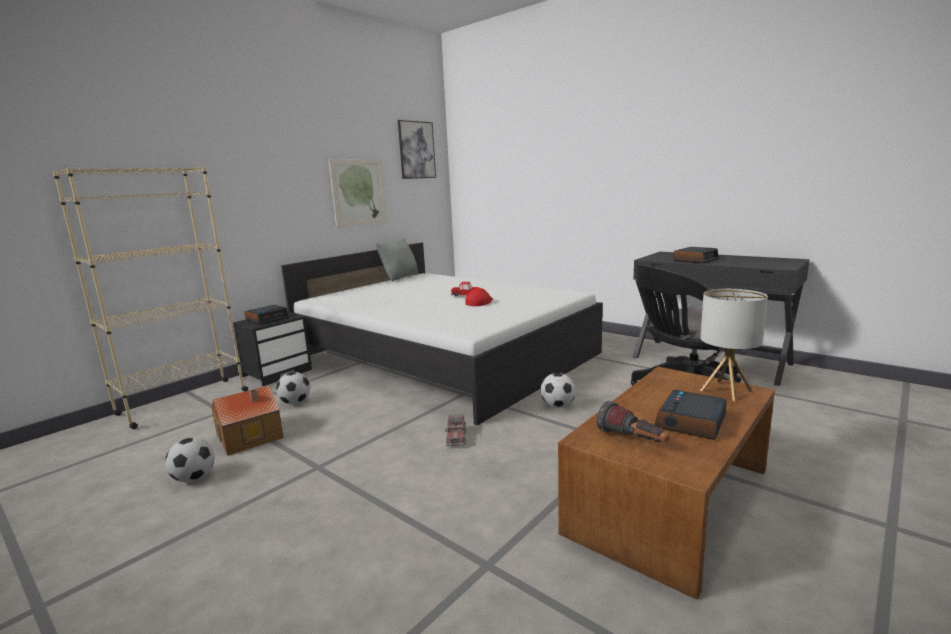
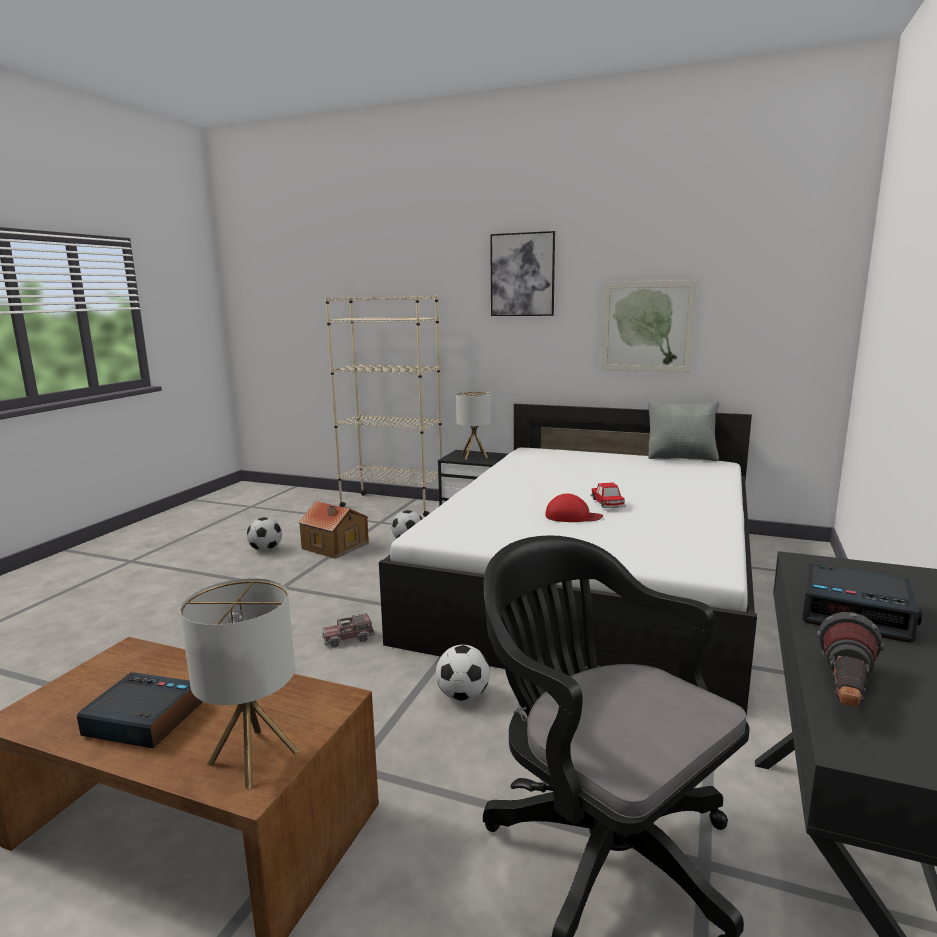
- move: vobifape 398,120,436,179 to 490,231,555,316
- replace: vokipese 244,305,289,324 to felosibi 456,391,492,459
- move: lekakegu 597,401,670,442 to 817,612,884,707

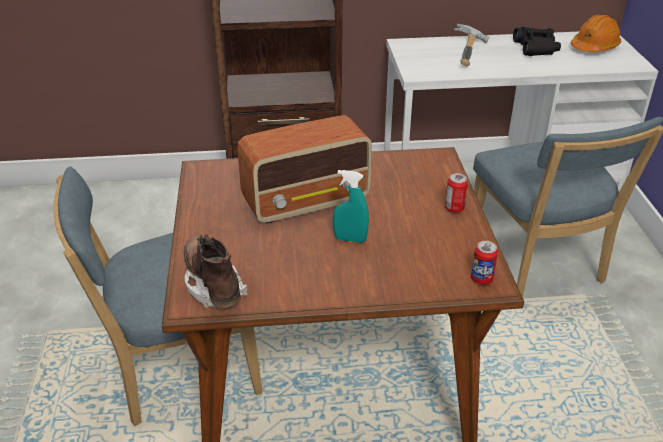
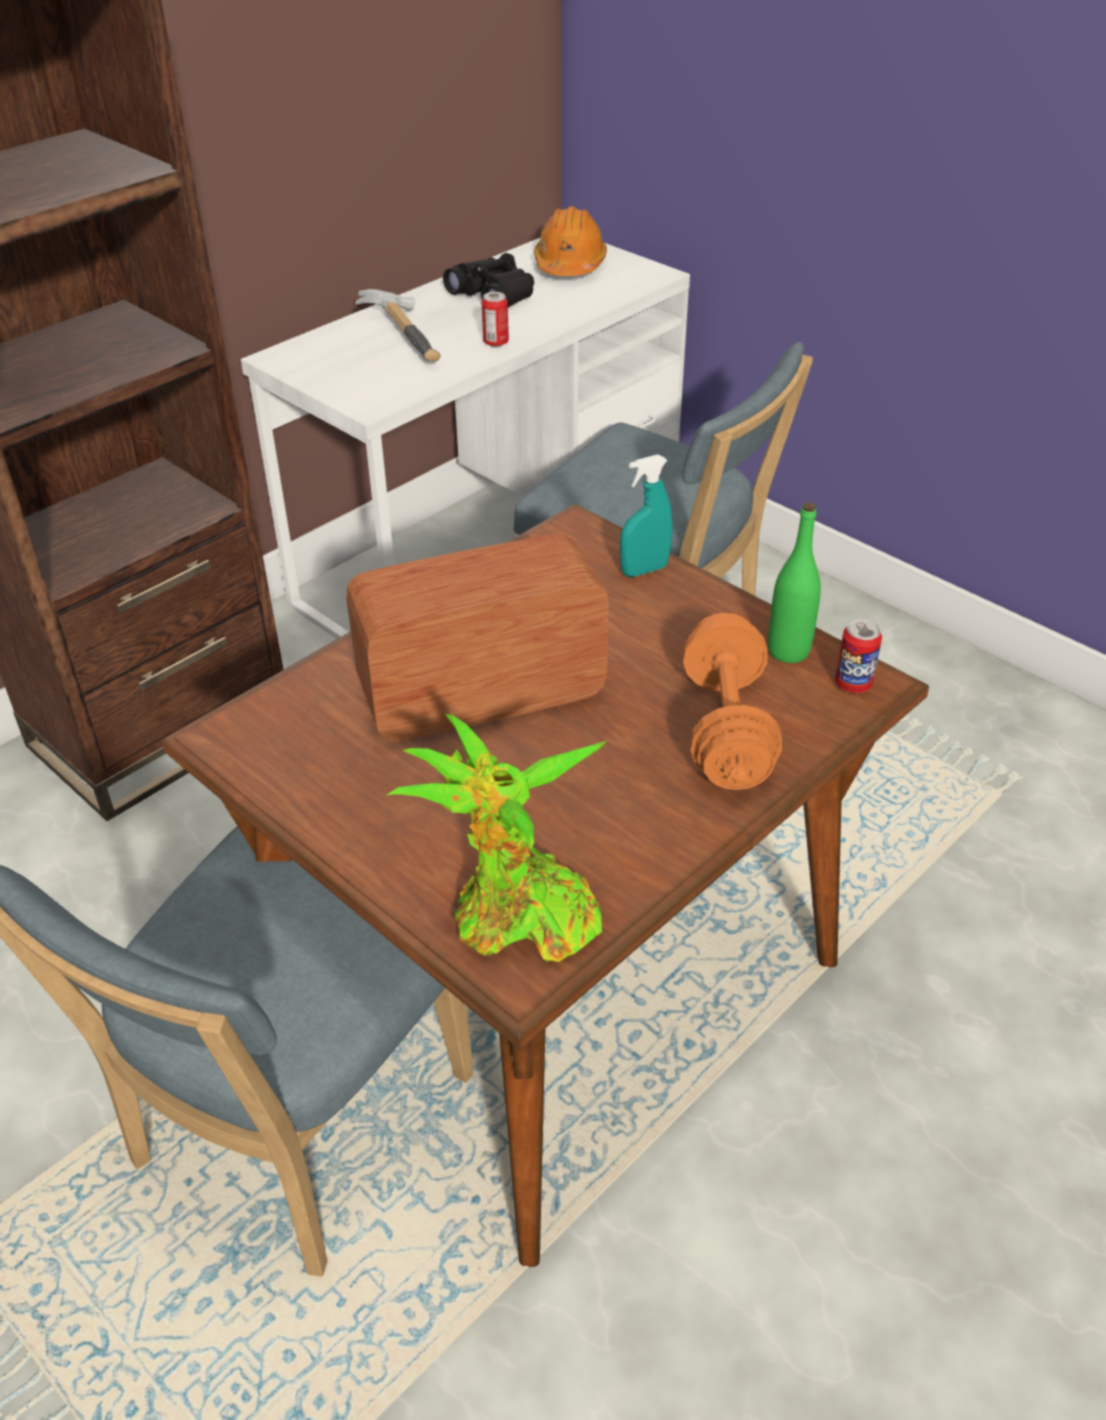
- rotate: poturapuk 237,115,372,224 = 346,534,609,742 135 degrees counterclockwise
- move: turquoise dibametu 333,170,369,243 to 620,454,672,577
- move: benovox 445,173,468,213 to 482,292,509,347
- replace: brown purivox 184,234,248,308 to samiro 387,714,606,962
- insert: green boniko 768,503,821,663
- insert: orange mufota 683,613,782,790

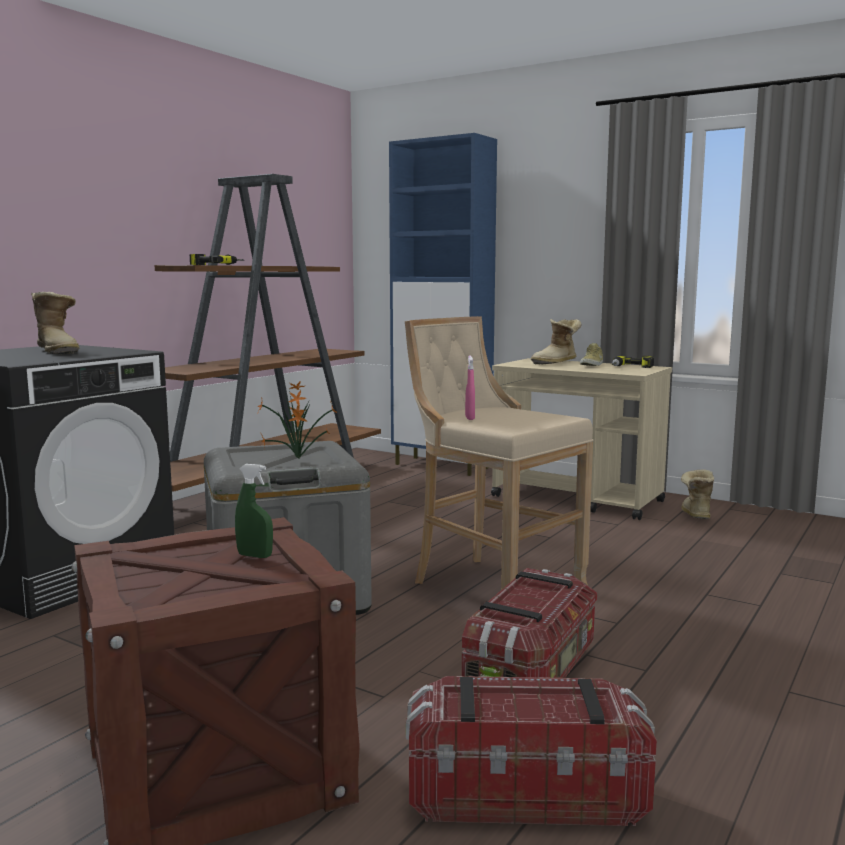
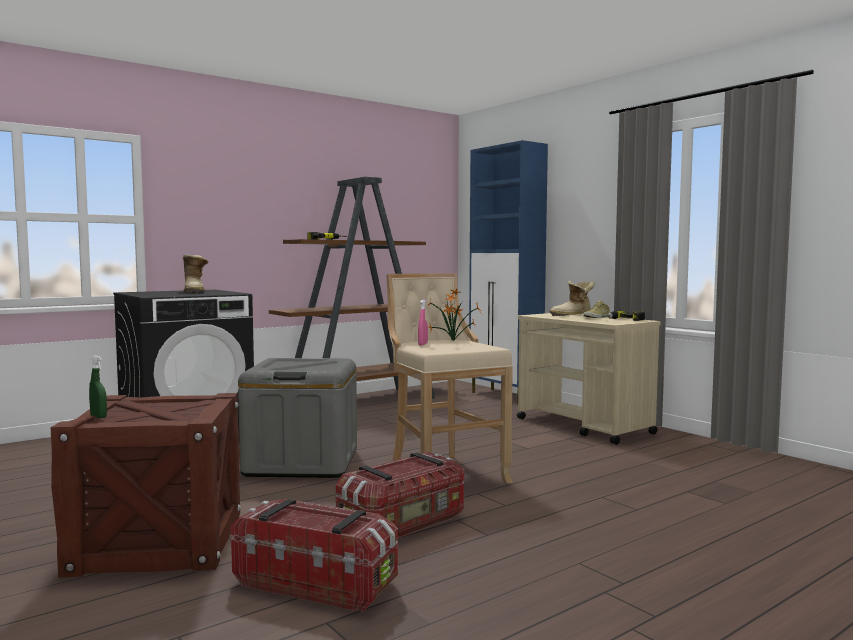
- move: samiro 258,382,337,458 to 428,289,482,341
- move: green dibametu 235,464,273,558 to 89,355,107,418
- delete: purivox 681,469,714,519

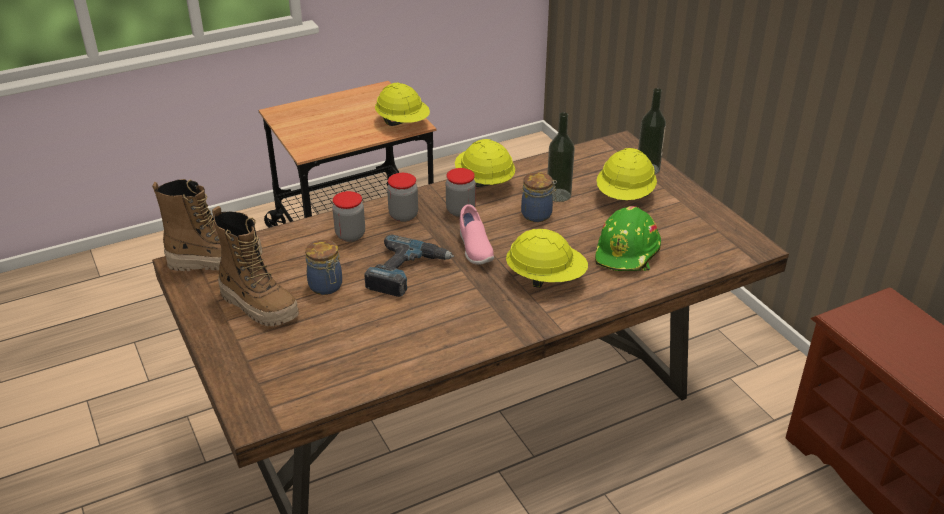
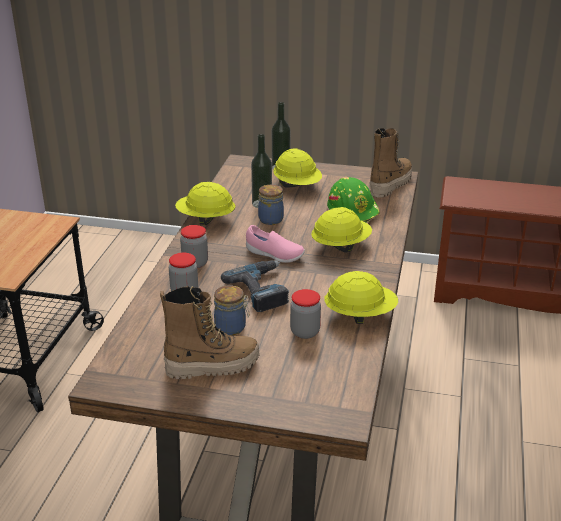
- move: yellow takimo 375,83,430,126 to 324,271,398,324
- move: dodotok 446,168,476,217 to 290,289,321,339
- move: purivox 152,179,262,271 to 370,128,412,198

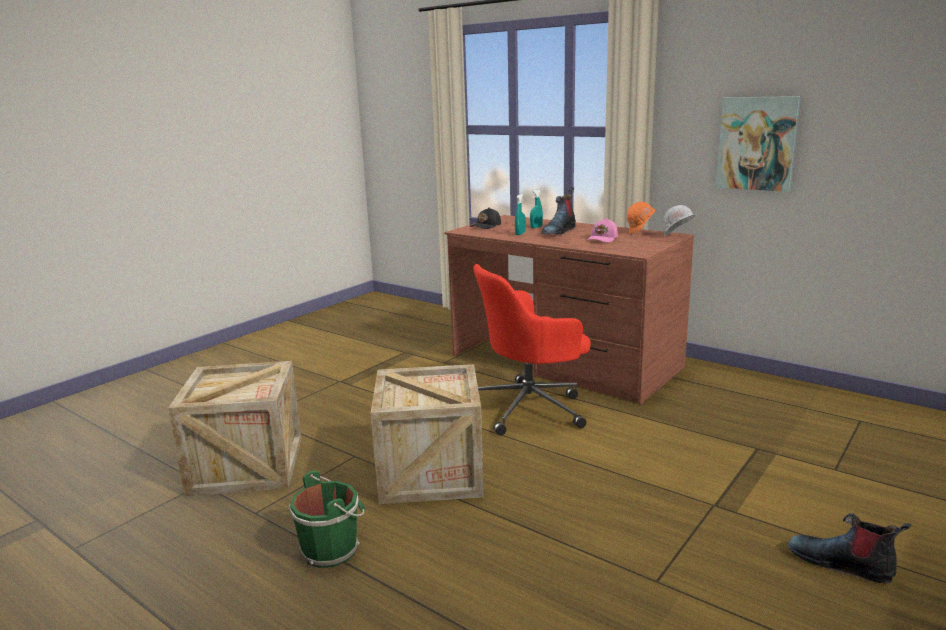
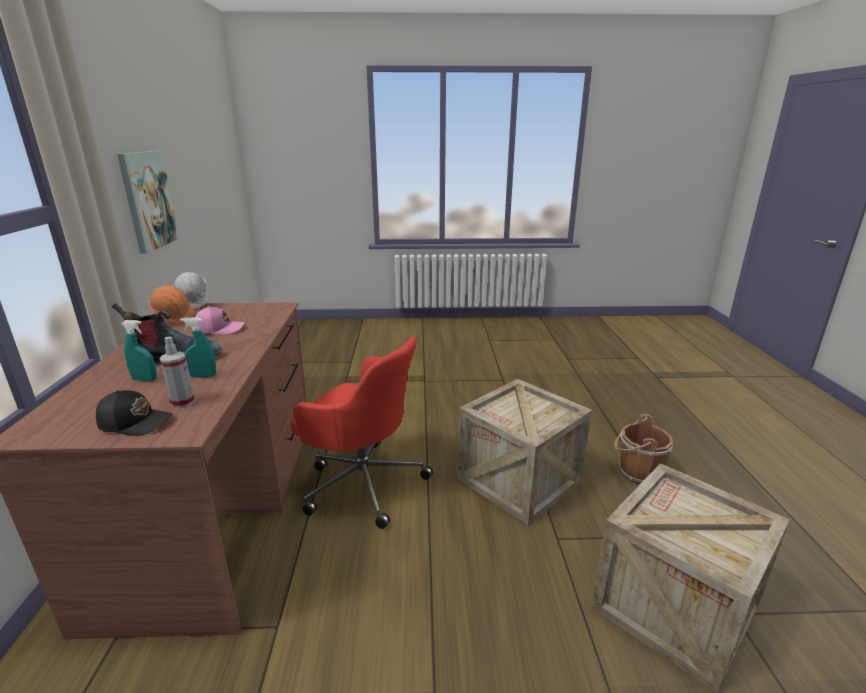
- recolor: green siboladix 289,471,365,568 to brown siboladix 614,414,673,484
- delete: purivox 788,513,911,583
- insert: dibametu 160,337,195,408

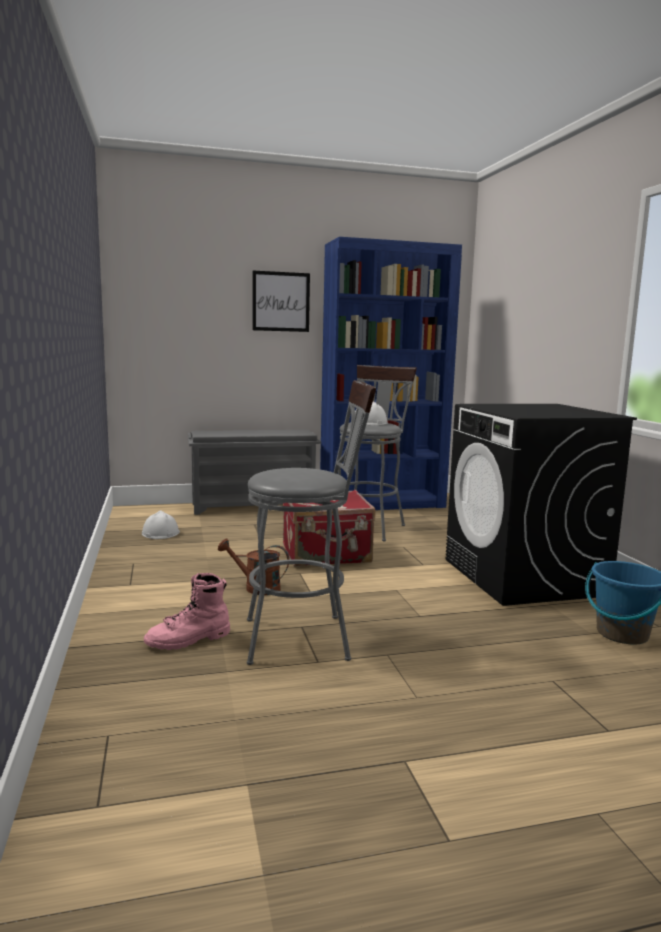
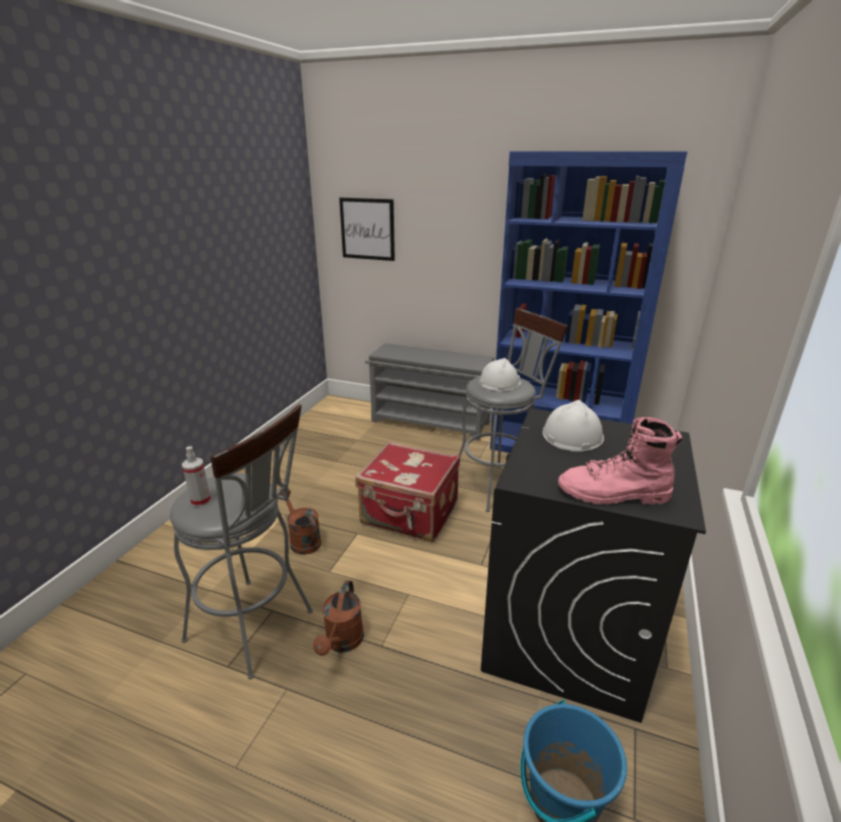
- move: vobifape 252,271,310,332 to 339,198,395,261
- move: white takimo 142,510,180,539 to 543,400,604,451
- move: pink purivox 144,573,230,650 to 558,417,682,505
- insert: dibametu 182,446,211,507
- insert: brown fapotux 313,580,364,656

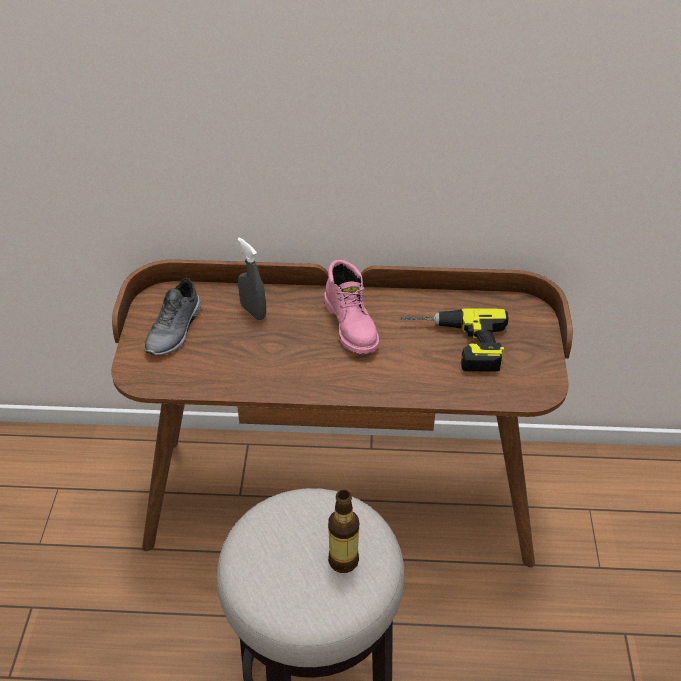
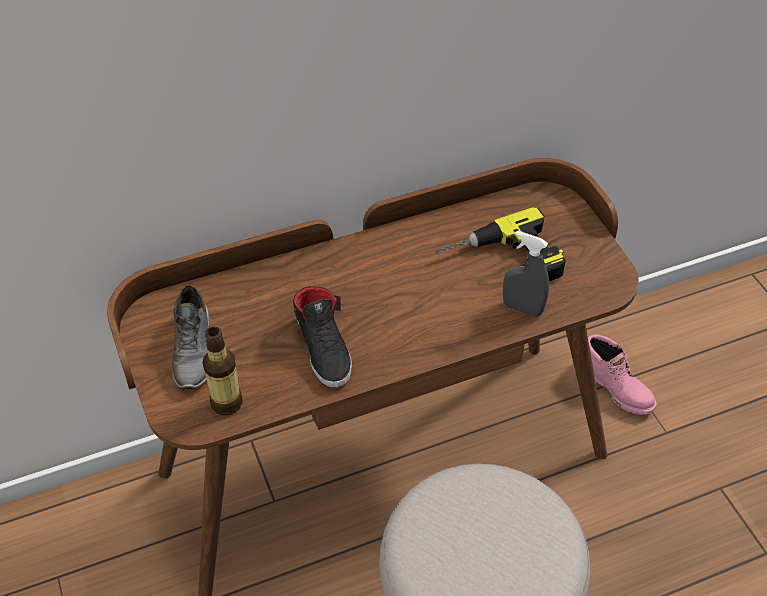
- move: grey dibametu 238,237,266,320 to 503,231,549,317
- move: pink purivox 324,260,379,354 to 574,335,656,415
- move: boniko 328,490,359,573 to 203,327,242,415
- insert: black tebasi 293,286,352,388

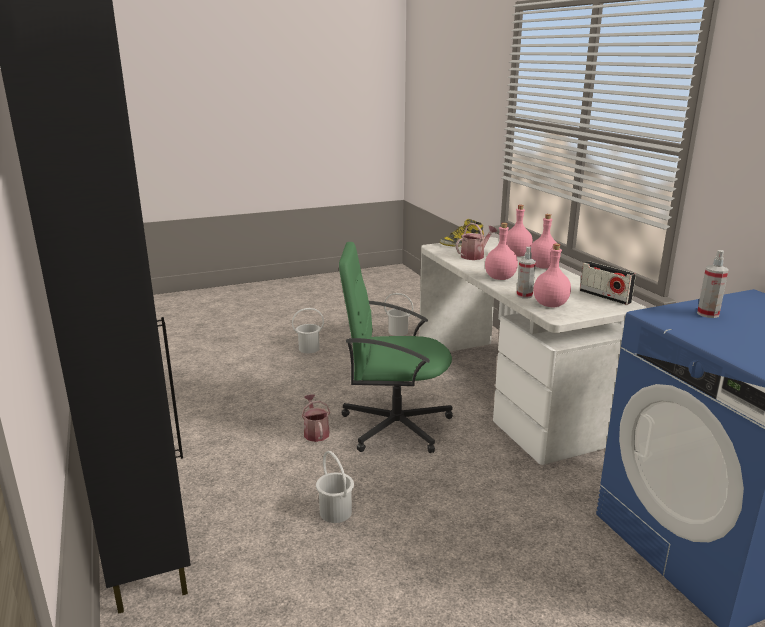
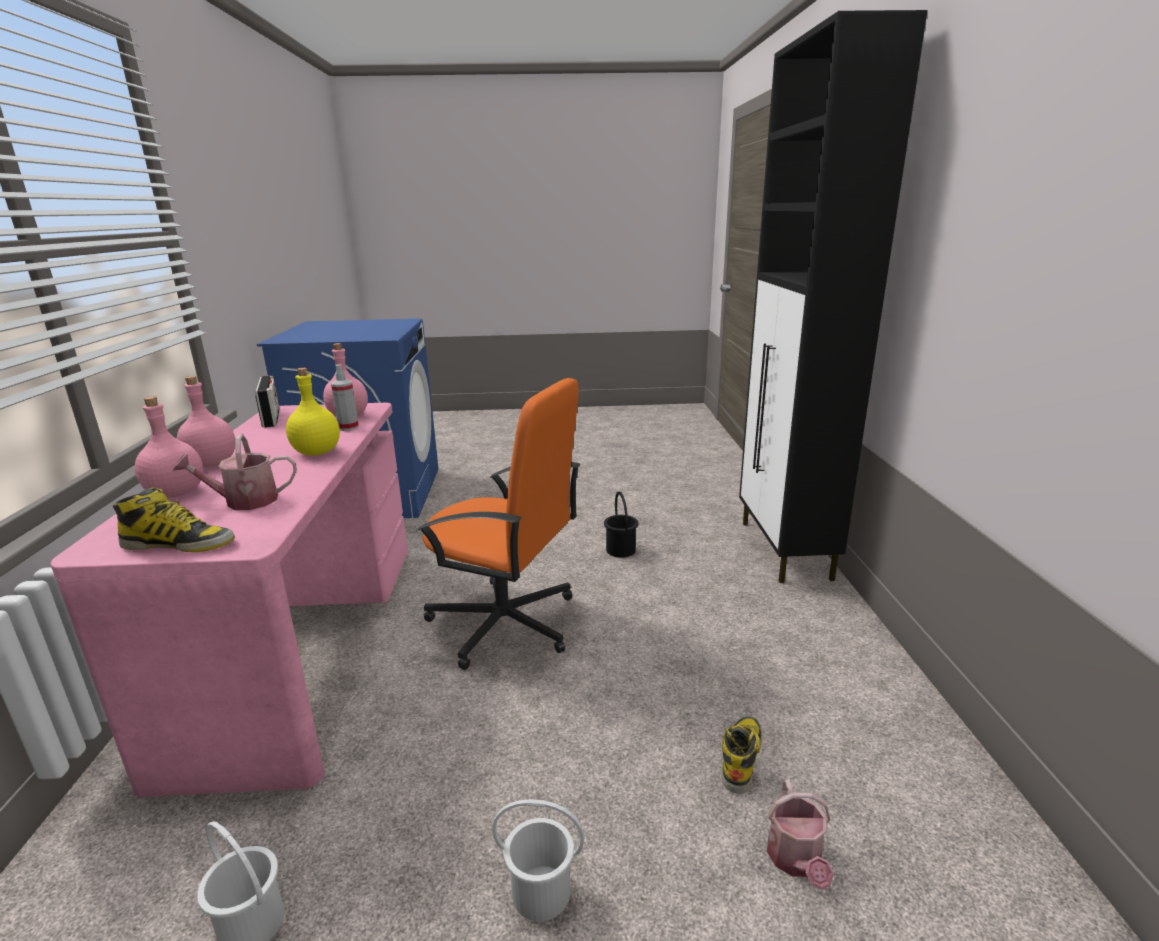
- recolor: pink boniko 485,223,518,280 to yellow boniko 286,368,340,456
- recolor: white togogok 419,237,646,465 to pink togogok 51,403,408,797
- recolor: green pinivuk 339,242,453,453 to orange pinivuk 417,378,580,670
- delete: dibametu 697,250,729,318
- move: fapotux 302,394,330,442 to 767,779,834,890
- recolor: white siboladix 316,451,354,523 to black siboladix 604,491,638,558
- insert: purivox 721,716,762,794

